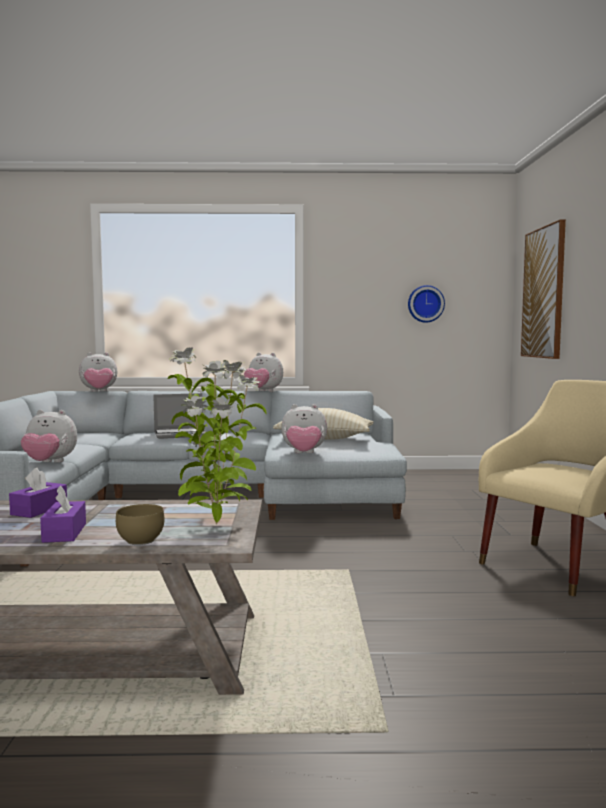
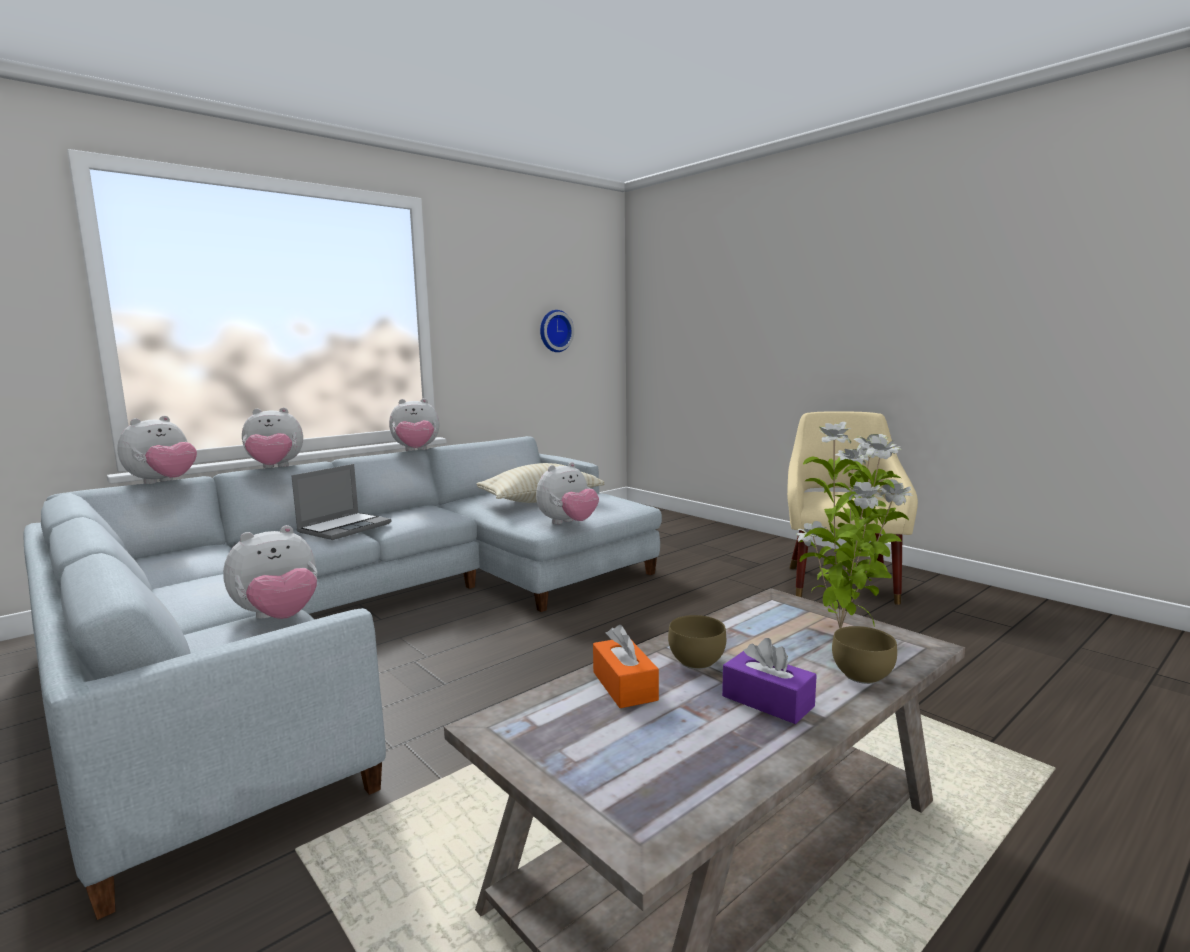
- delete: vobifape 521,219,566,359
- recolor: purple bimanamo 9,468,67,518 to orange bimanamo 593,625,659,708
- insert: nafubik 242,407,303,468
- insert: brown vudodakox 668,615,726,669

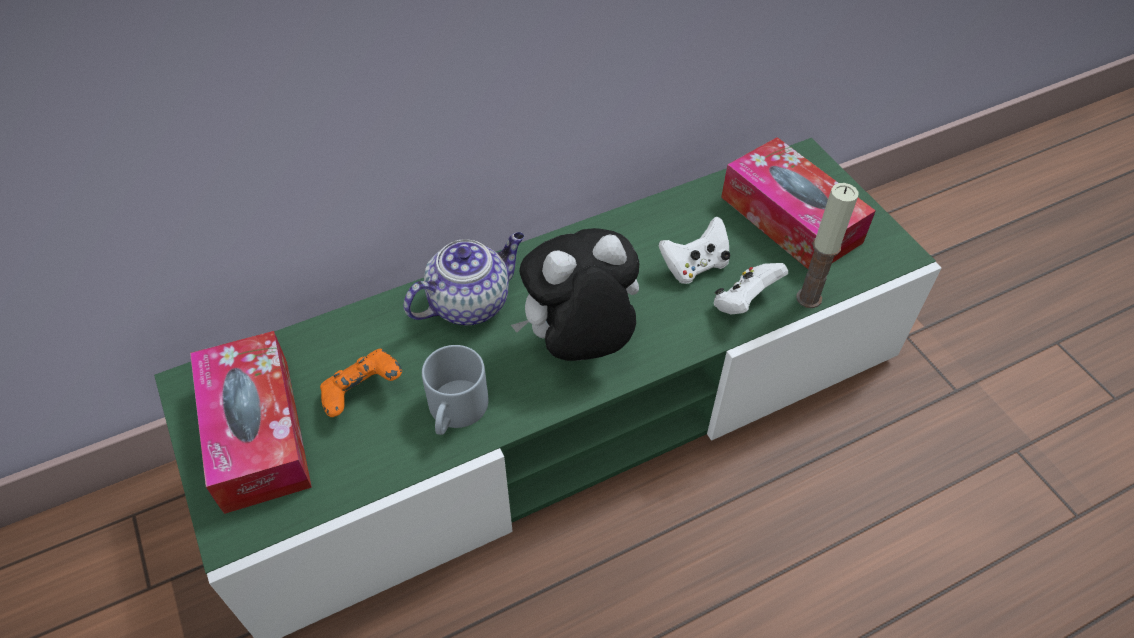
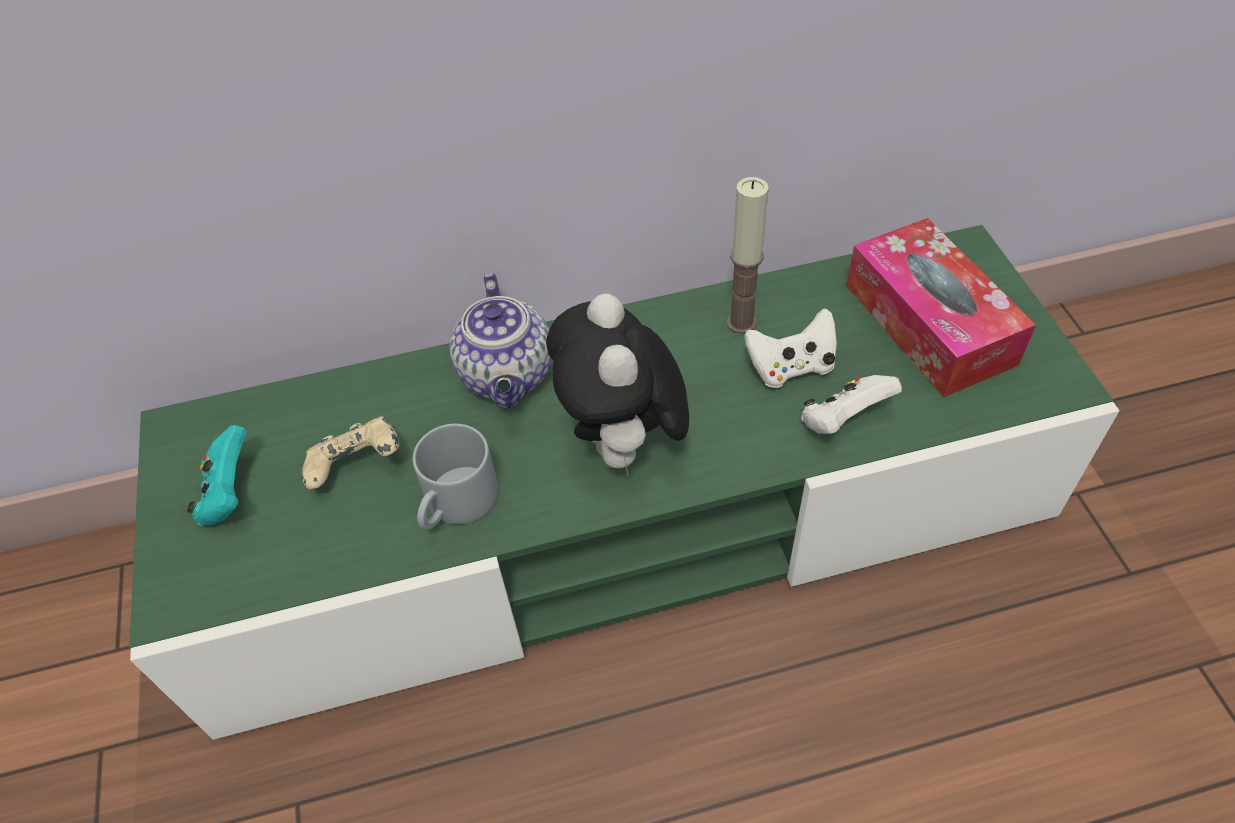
- move: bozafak 796,183,859,308 to 727,177,768,334
- rotate: nafubik 511,228,639,361 = 546,294,689,477 90 degrees counterclockwise
- rotate: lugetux 404,232,524,325 = 449,273,552,408 105 degrees clockwise
- replace: bimanamo 190,331,312,514 to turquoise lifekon 187,425,247,526
- recolor: orange lifekon 320,348,402,417 to beige lifekon 302,416,399,489

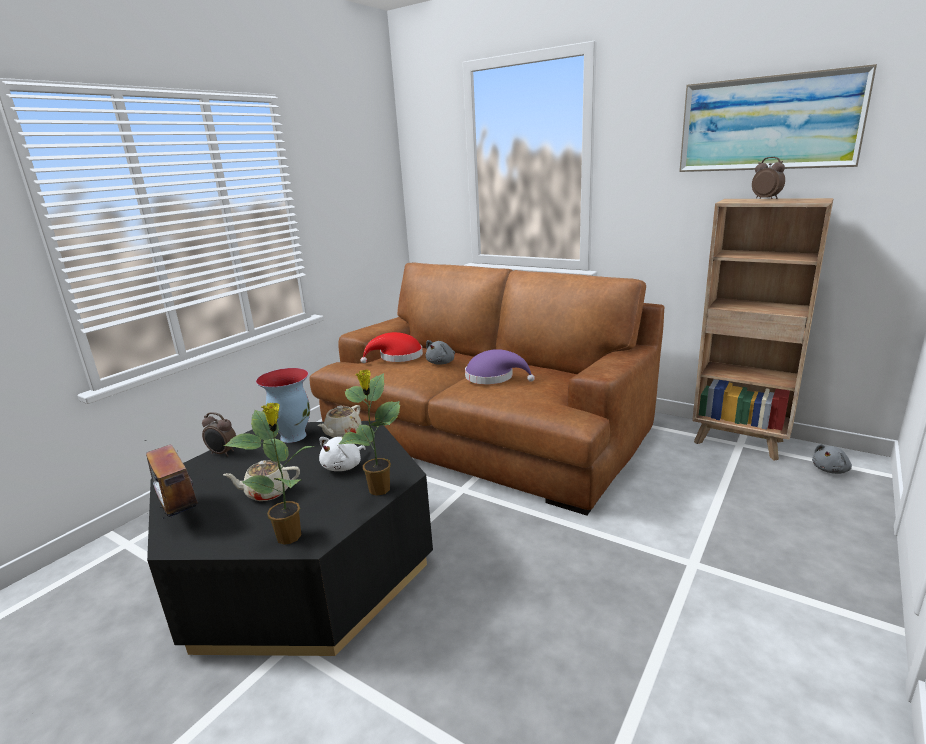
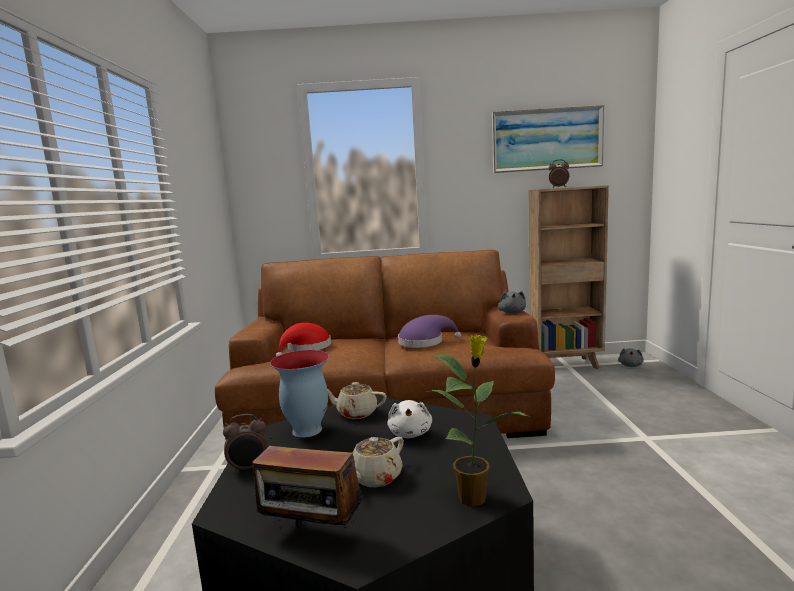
- move: grey nafubik 426,340,455,365 to 498,291,526,314
- delete: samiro 339,370,400,496
- rotate: beige lugetux 318,405,361,438 = 327,382,387,419 105 degrees clockwise

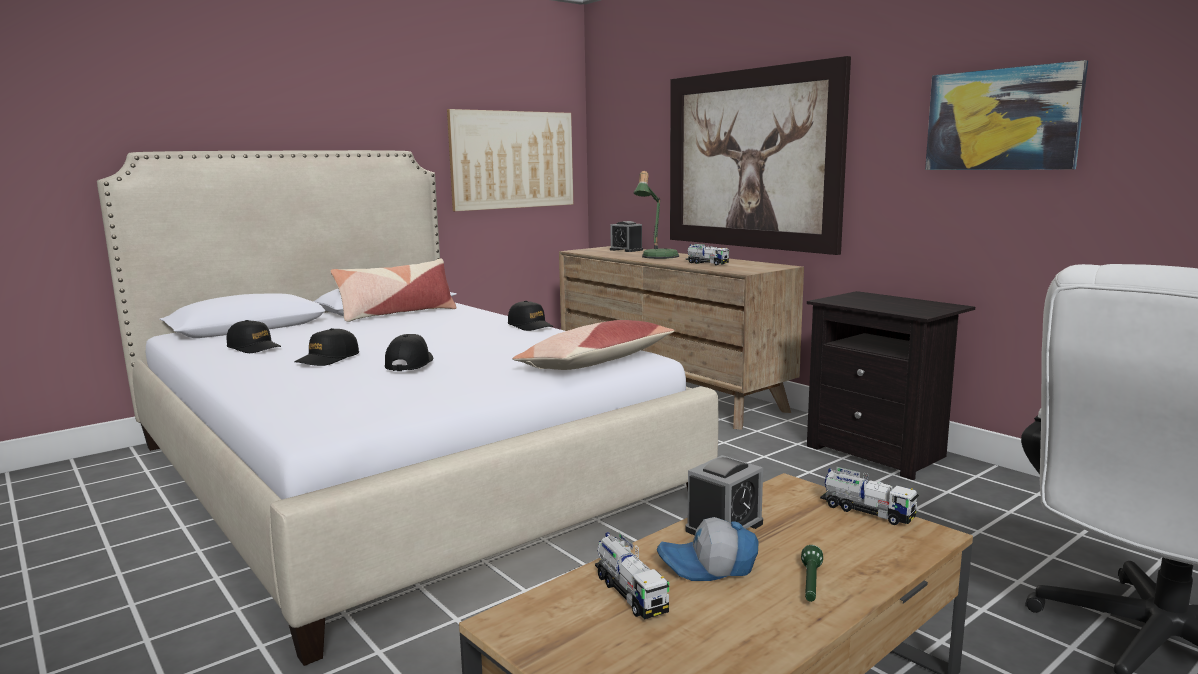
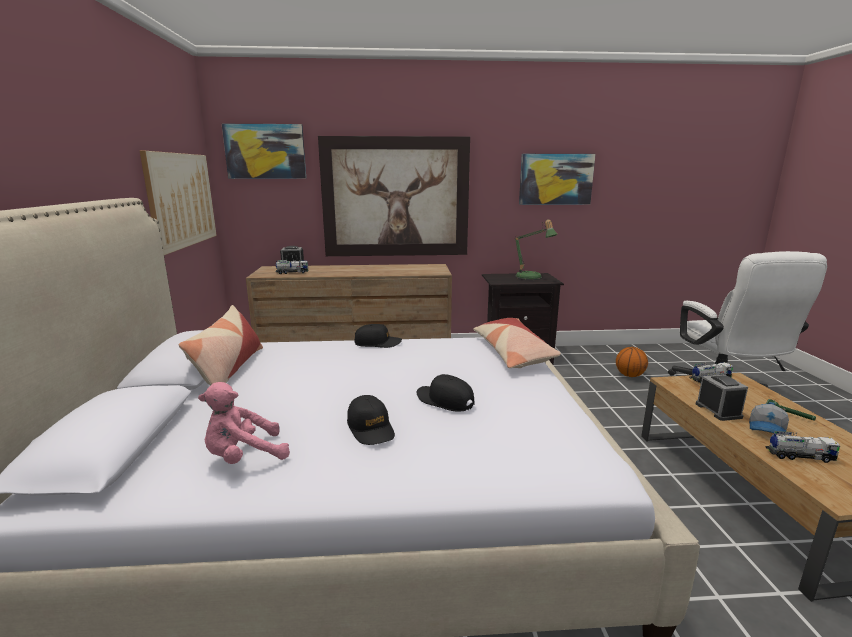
- move: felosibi 634,171,679,259 to 514,219,558,280
- move: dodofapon 686,244,729,266 to 275,260,308,274
- replace: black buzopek 227,320,281,353 to pink nafubik 198,382,290,464
- insert: vobifape 222,124,306,179
- insert: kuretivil 616,347,648,377

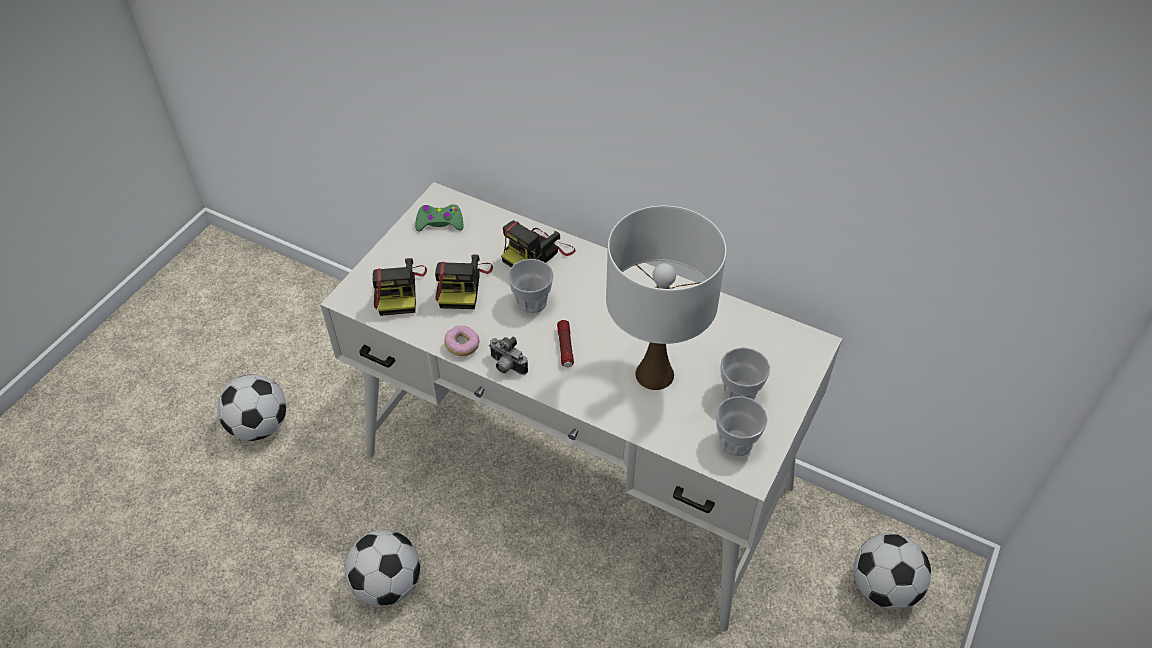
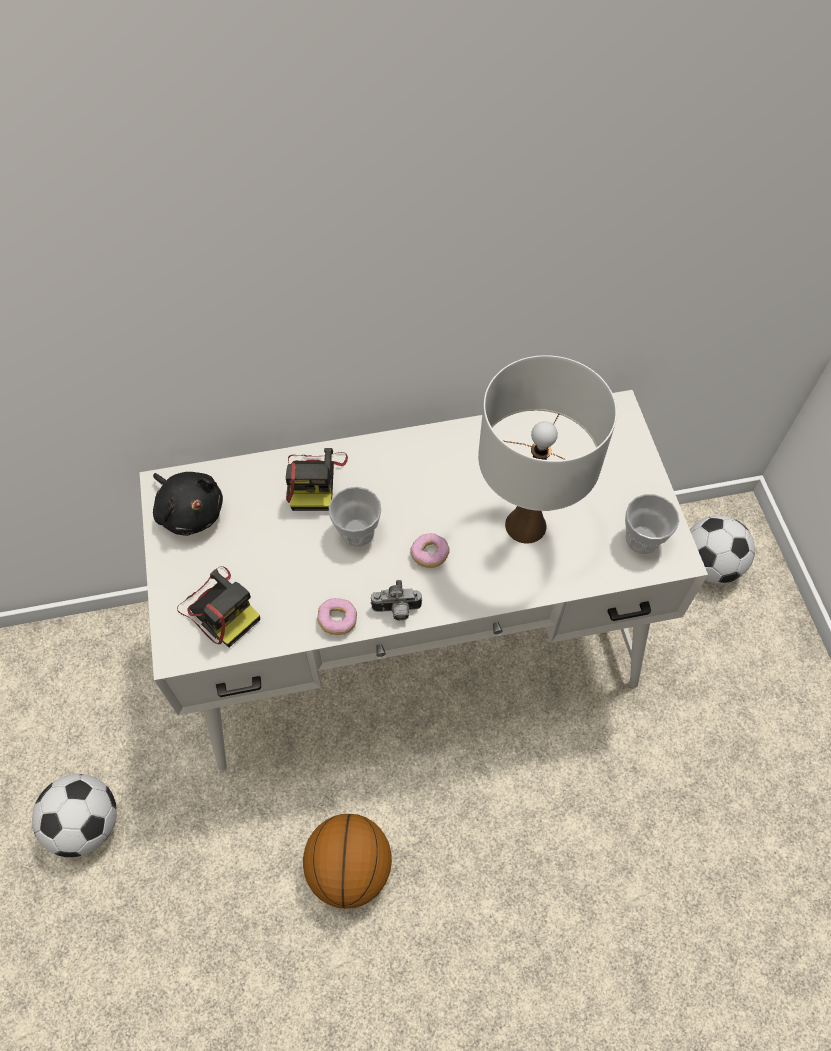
- replace: green lifekon 415,204,463,231 to black nafubik 153,472,223,536
- delete: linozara 435,255,493,309
- replace: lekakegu 557,320,574,367 to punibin 411,533,449,568
- delete: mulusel 720,347,770,400
- replace: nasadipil 344,530,420,606 to kuretivil 303,814,392,909

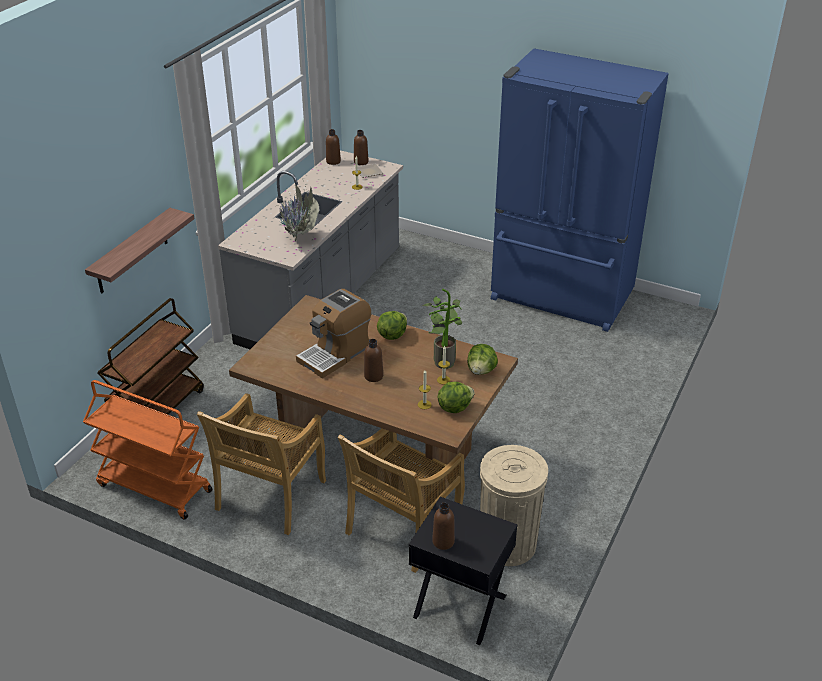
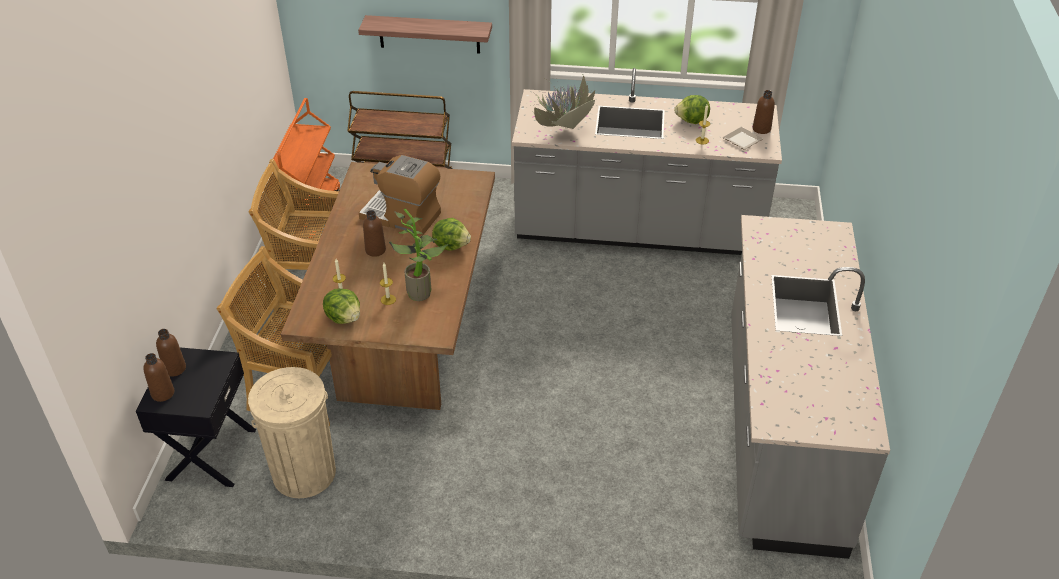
- replace: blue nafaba 491,48,669,332 to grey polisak 731,215,890,559
- move: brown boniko 326,129,341,165 to 143,353,174,402
- move: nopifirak 467,344,498,375 to 674,95,710,124

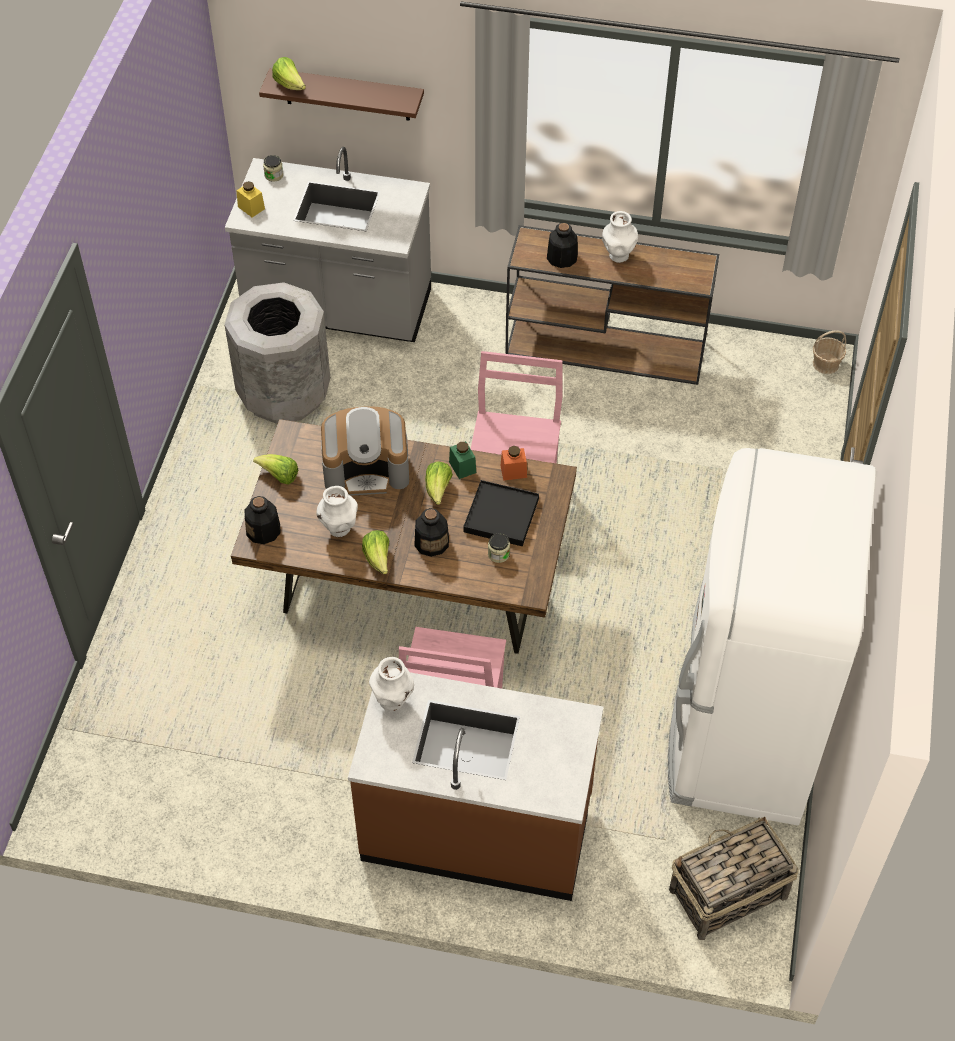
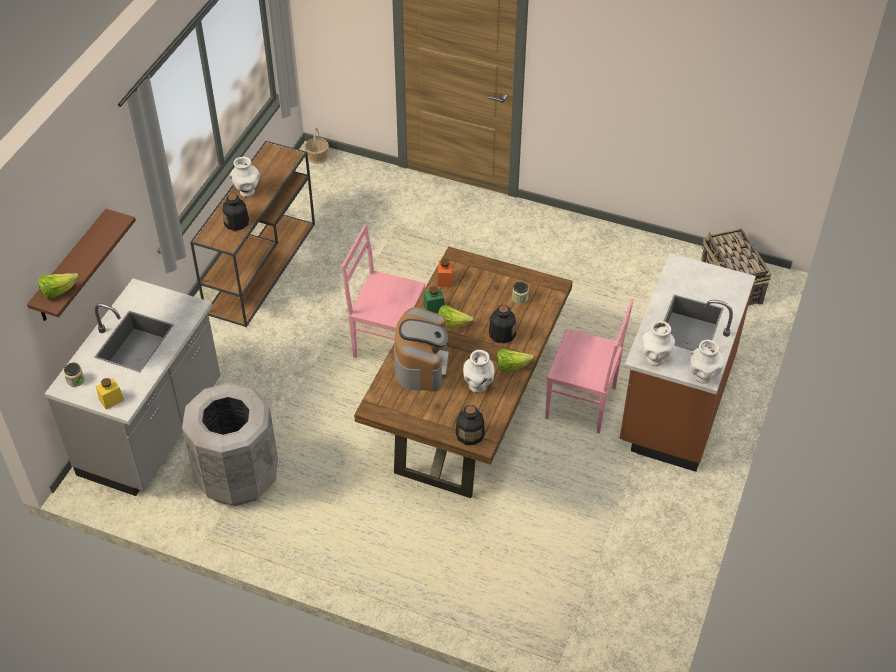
- delete: white nafaba 668,448,876,825
- delete: nopifirak 253,454,298,485
- delete: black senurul 463,480,539,546
- insert: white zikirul 690,340,723,384

